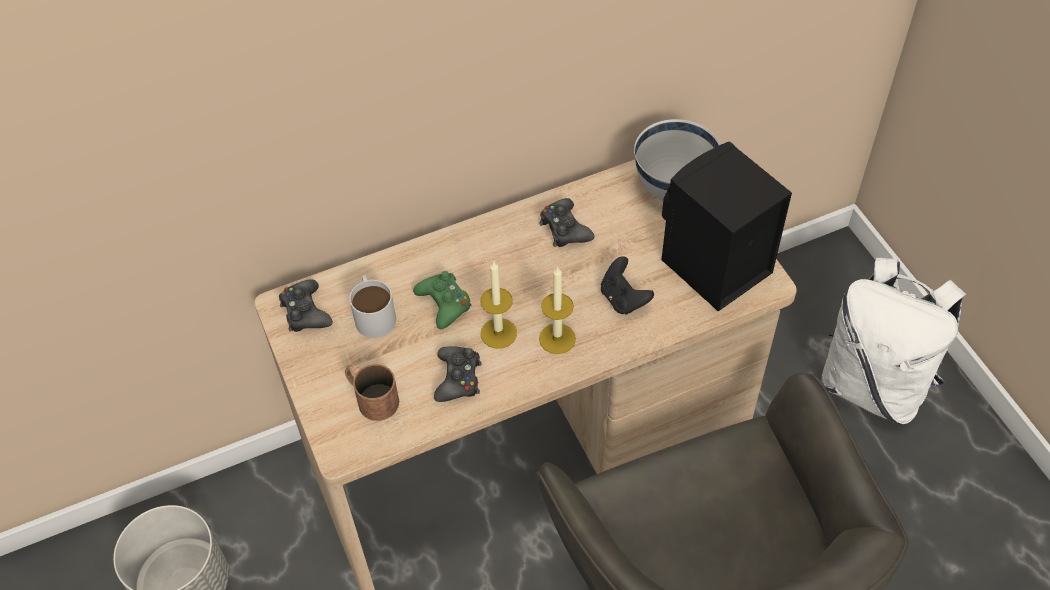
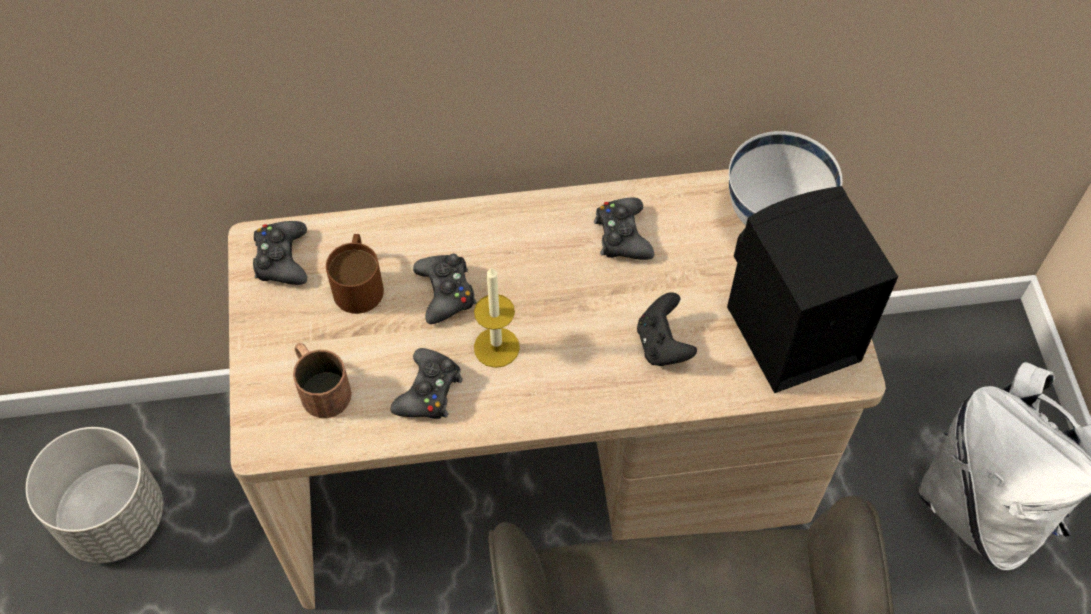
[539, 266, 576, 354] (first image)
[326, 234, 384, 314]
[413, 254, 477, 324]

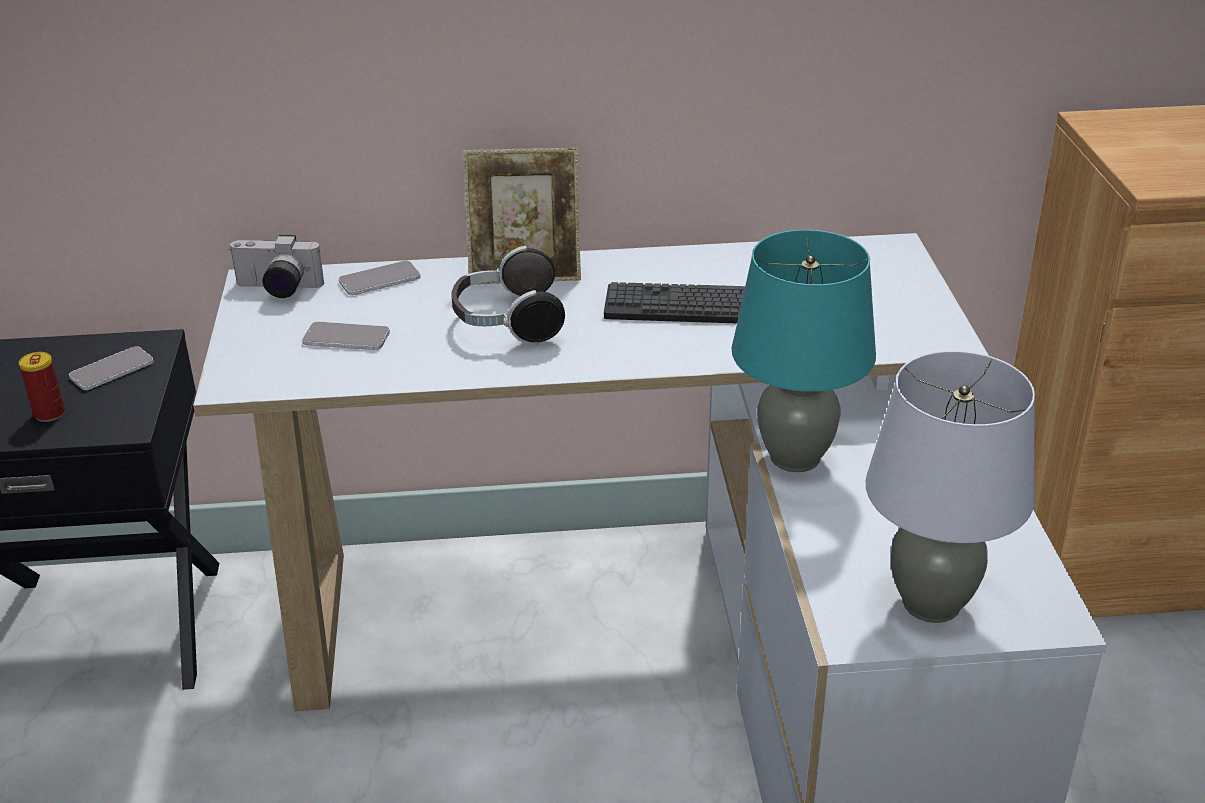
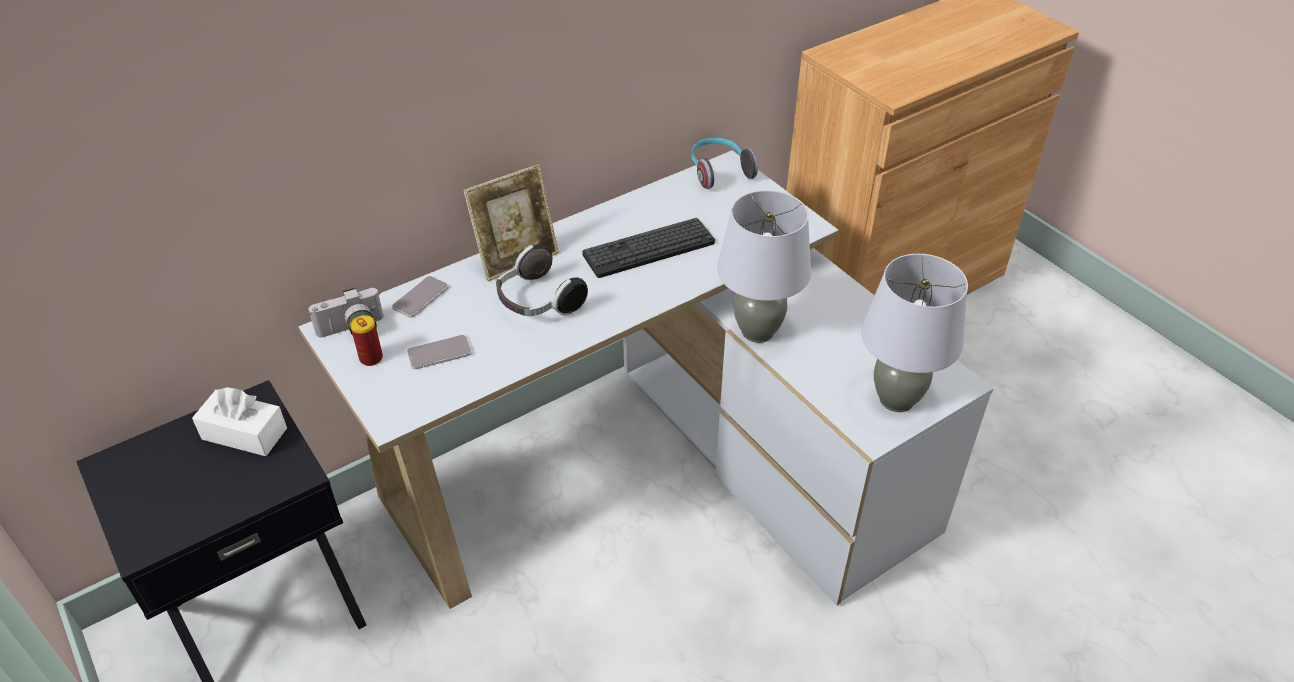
[692, 138, 758, 189]
[350, 315, 383, 366]
[192, 387, 287, 456]
[717, 190, 811, 343]

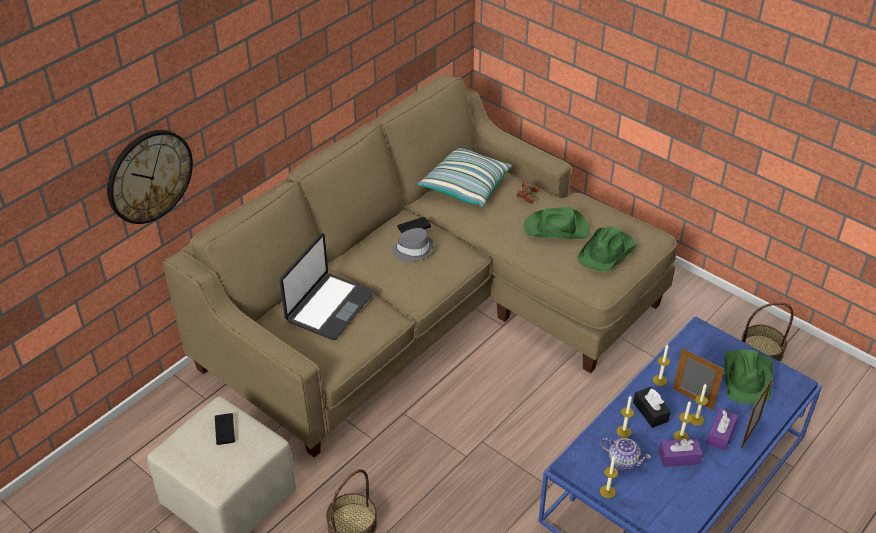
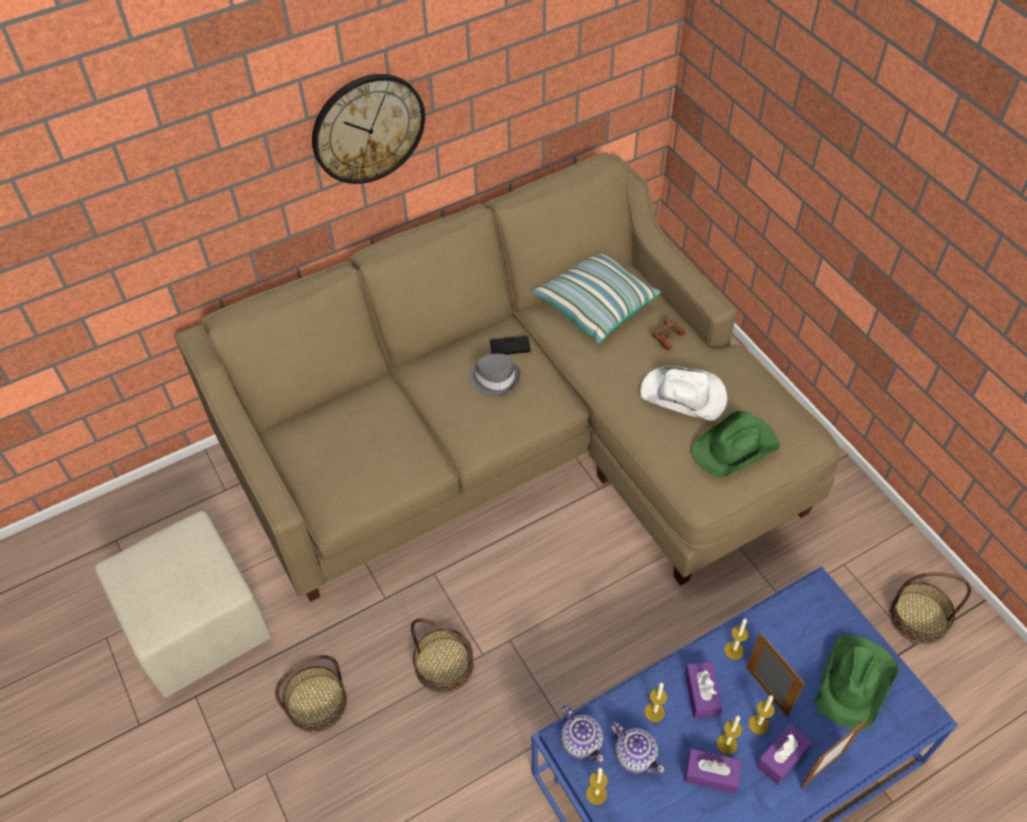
[215, 413, 235, 445] (first image)
[280, 233, 374, 340] (first image)
[411, 618, 474, 693]
[561, 705, 604, 762]
[312, 74, 425, 184]
[640, 366, 727, 421]
[685, 662, 723, 719]

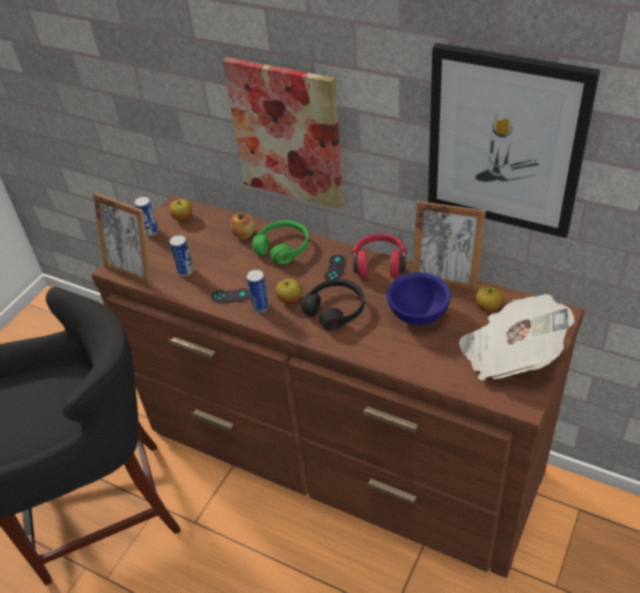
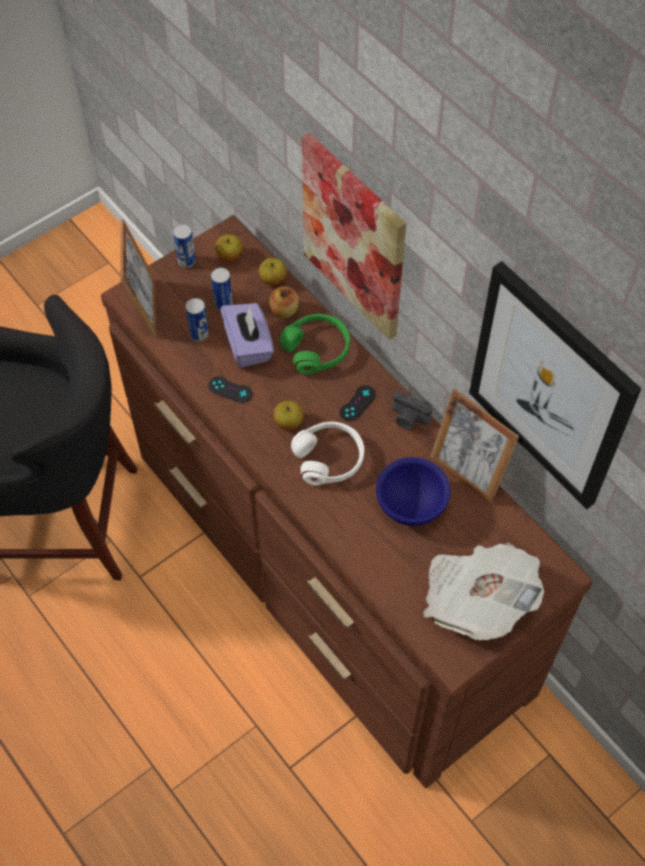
[221, 303, 274, 368]
[211, 268, 233, 311]
[259, 258, 287, 286]
[392, 391, 433, 430]
[291, 422, 364, 485]
[120, 219, 156, 338]

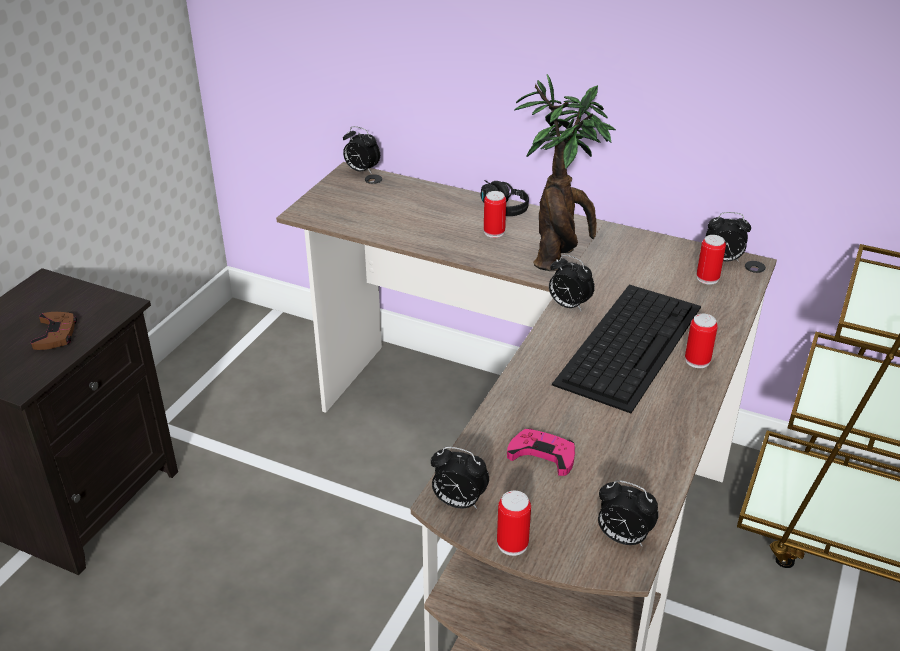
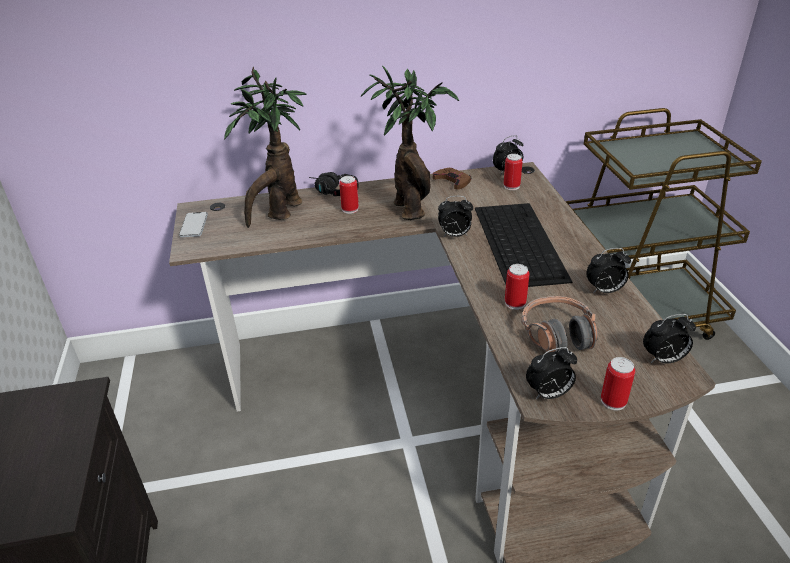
[179, 212, 208, 237]
[224, 67, 307, 228]
[433, 167, 472, 190]
[586, 248, 631, 293]
[505, 264, 530, 310]
[521, 296, 598, 352]

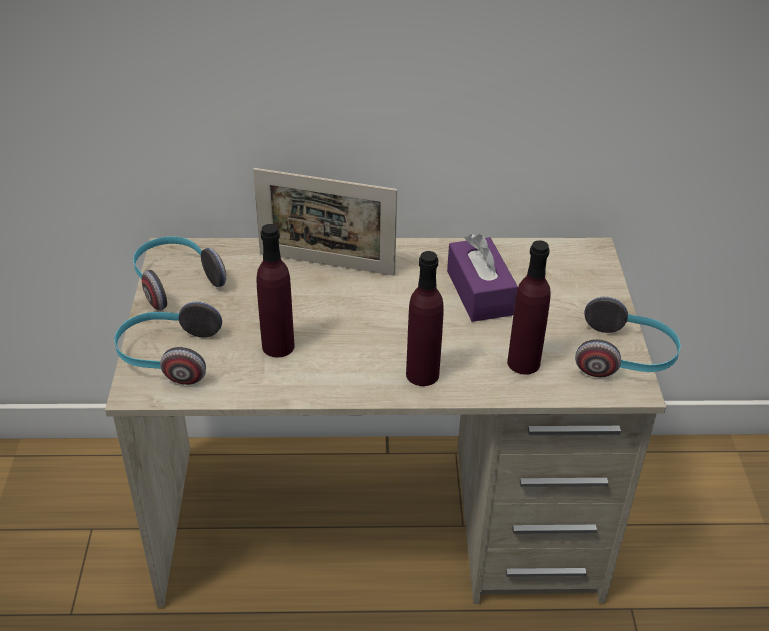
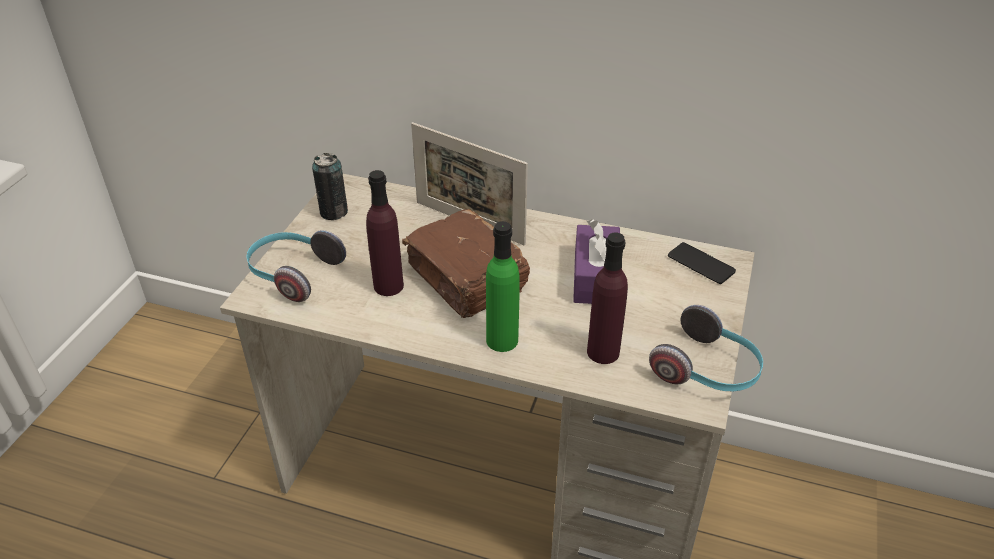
[402, 209, 530, 318]
[668, 242, 736, 284]
[312, 153, 348, 220]
[486, 221, 520, 352]

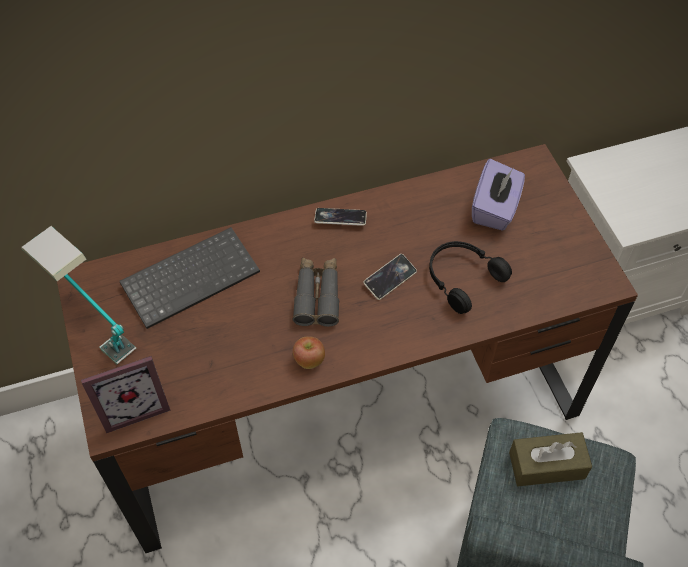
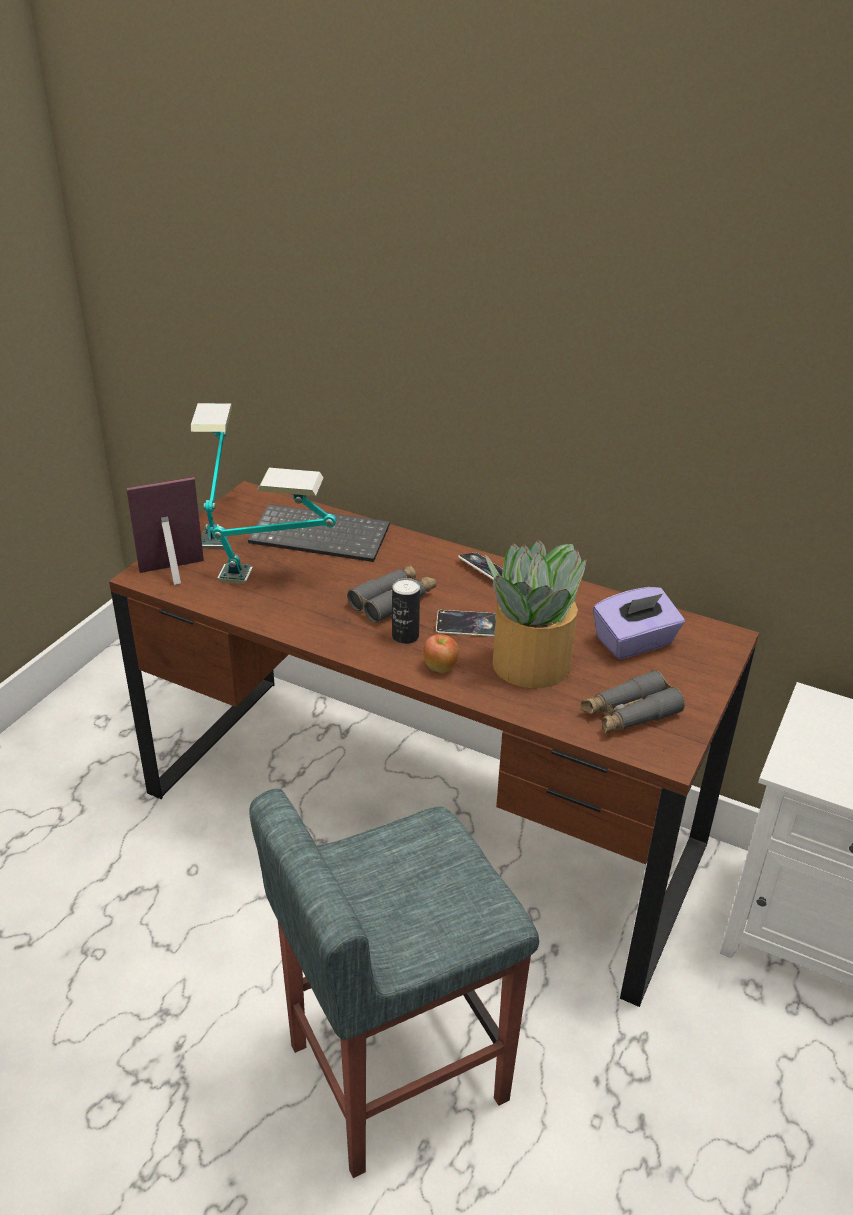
[509, 432, 592, 486] (first image)
[212, 468, 337, 584]
[392, 578, 420, 644]
[581, 670, 685, 734]
[423, 634, 459, 673]
[485, 540, 586, 688]
[126, 477, 204, 585]

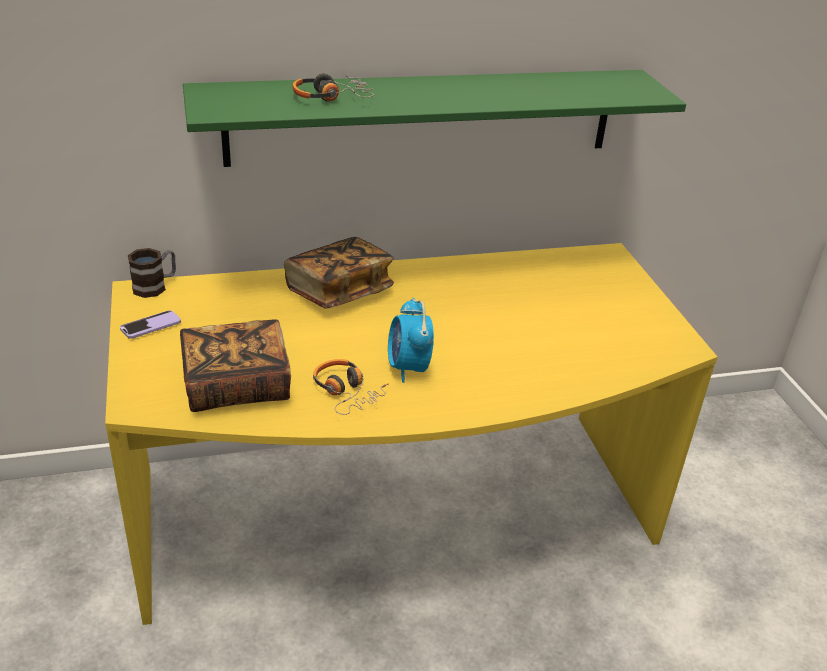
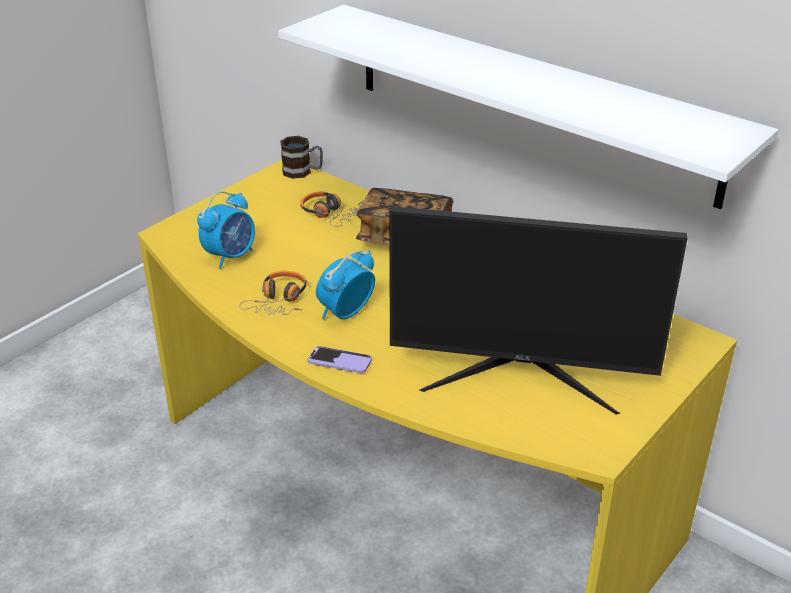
[389, 206, 688, 414]
[308, 346, 372, 373]
[300, 191, 363, 227]
[197, 191, 255, 269]
[278, 5, 778, 209]

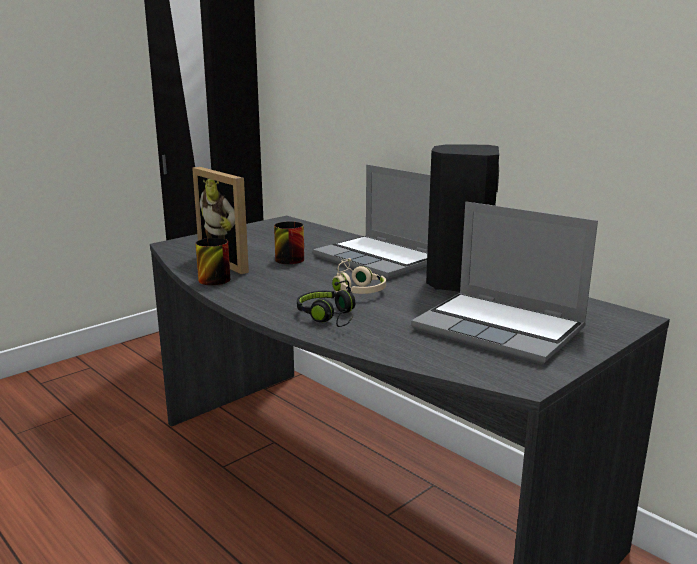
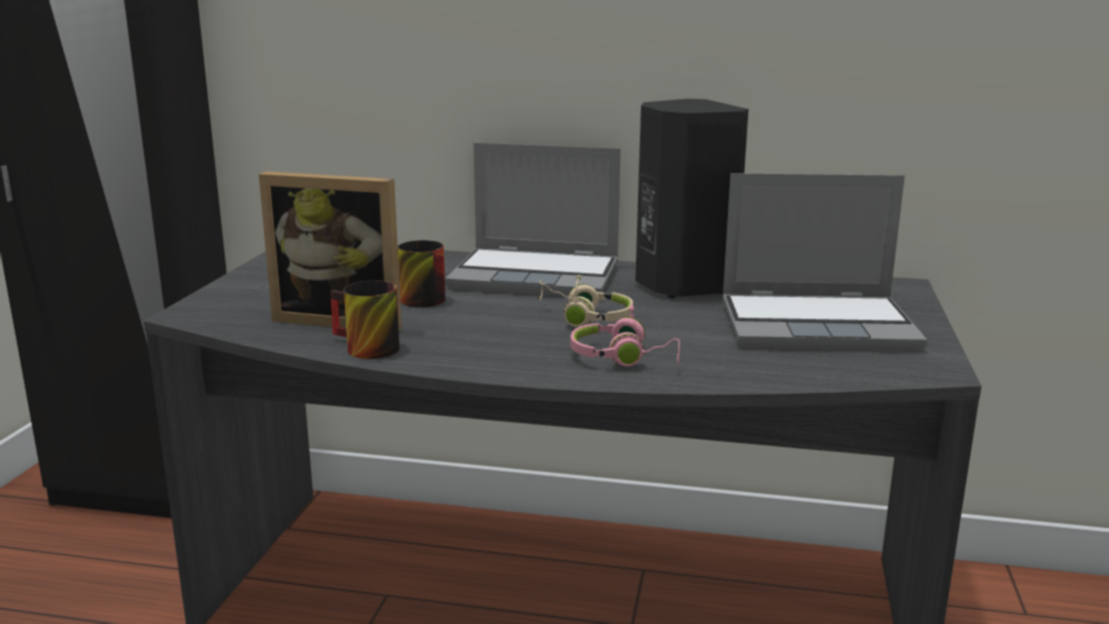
[571, 302, 680, 367]

